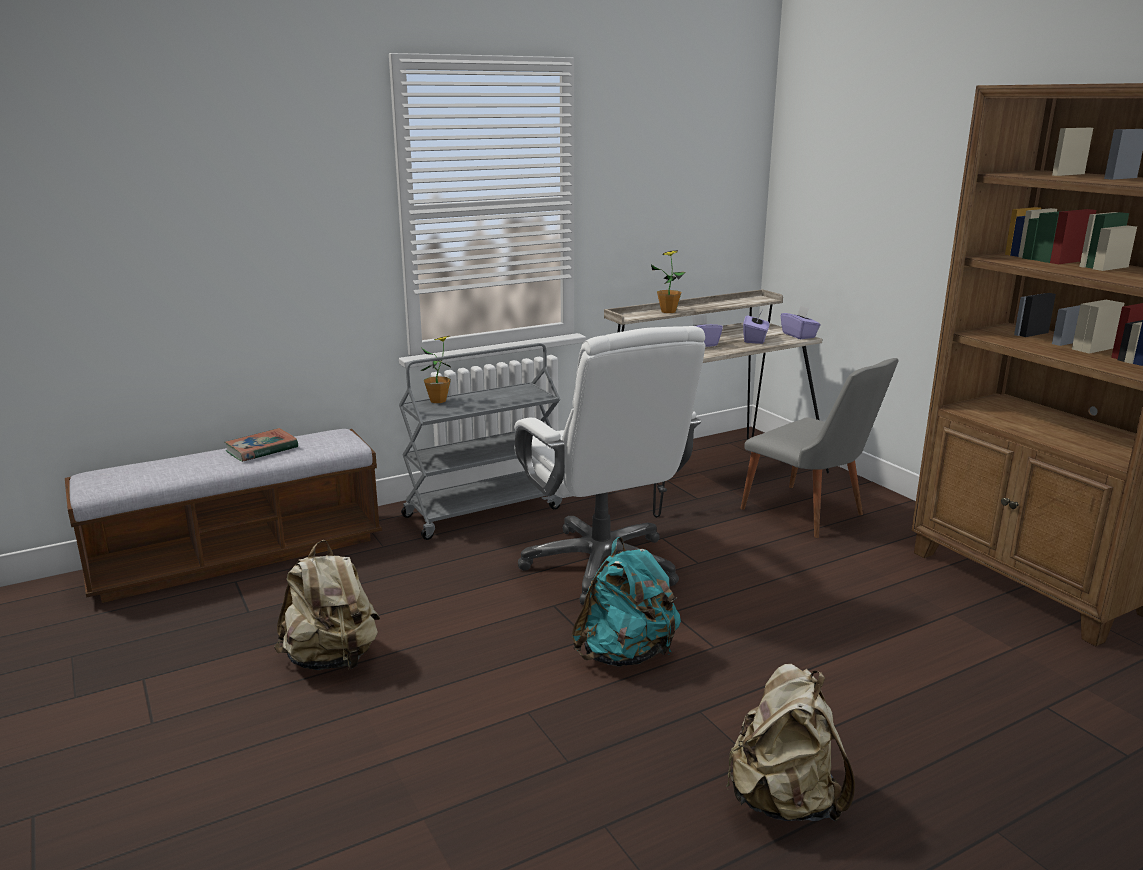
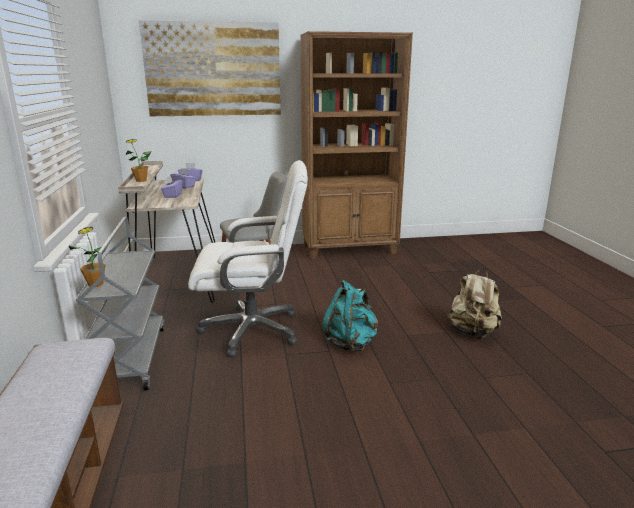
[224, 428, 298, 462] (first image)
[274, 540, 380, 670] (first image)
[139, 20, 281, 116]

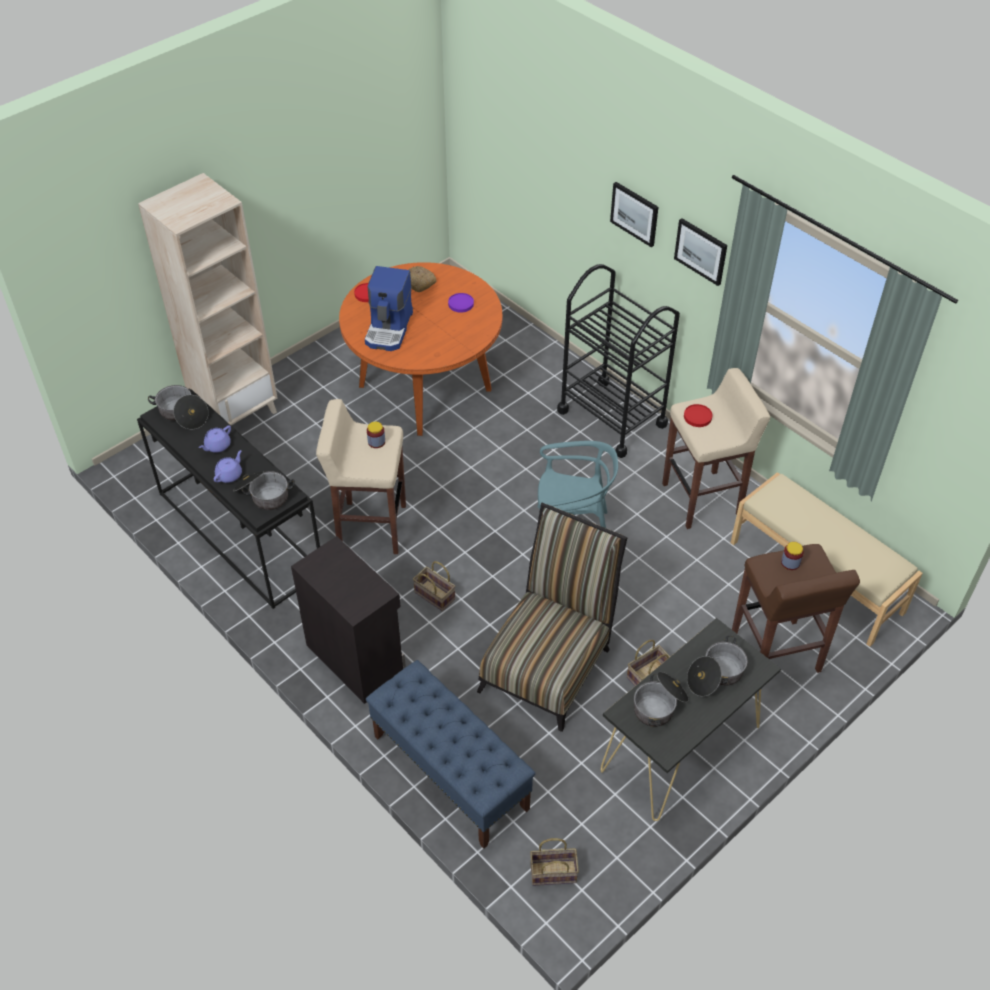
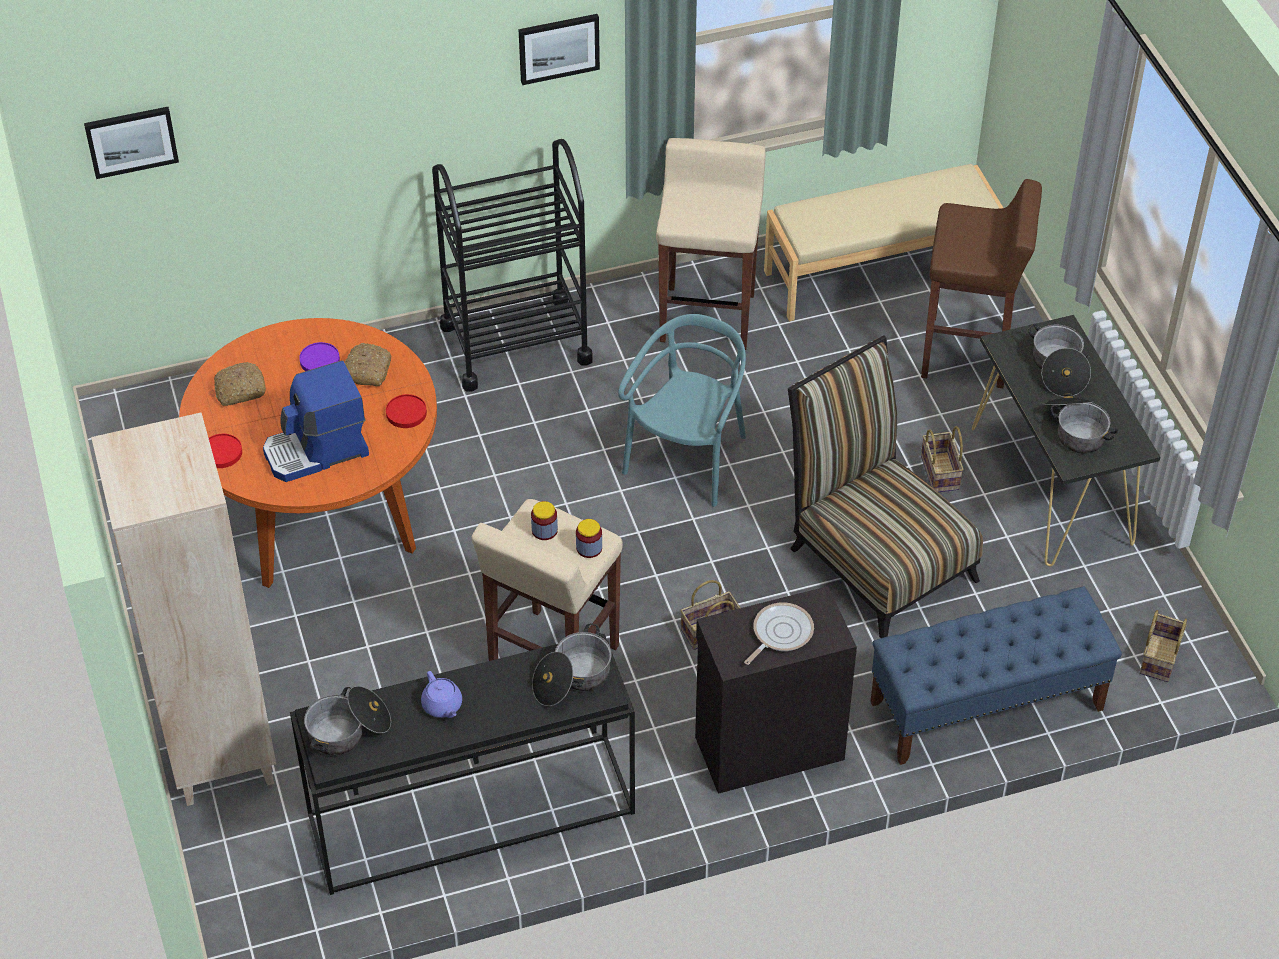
[214, 450, 242, 483] (first image)
[345, 343, 391, 386]
[744, 603, 814, 665]
[84, 107, 179, 179]
[386, 394, 427, 428]
[576, 519, 602, 558]
[263, 360, 369, 482]

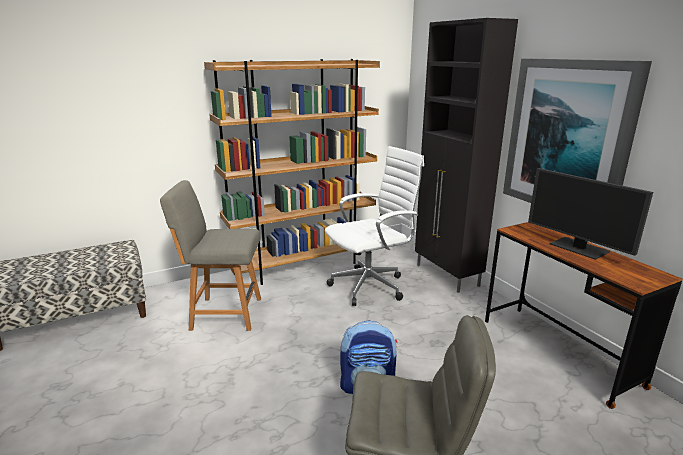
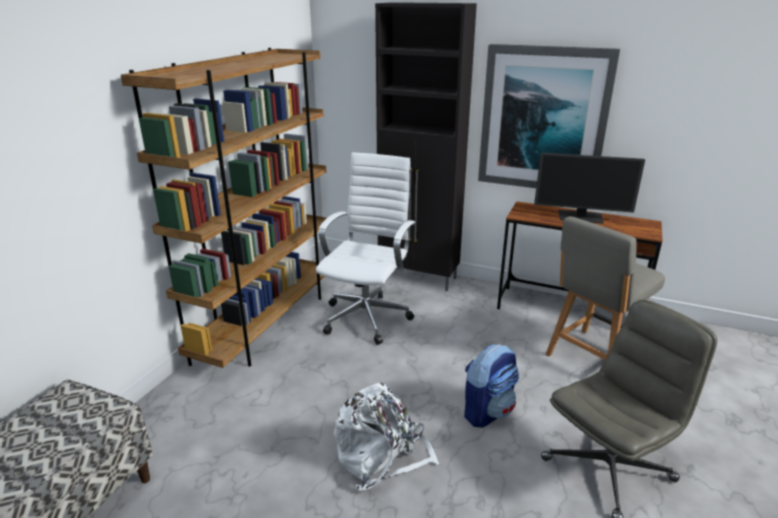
[334, 382, 439, 491]
[546, 216, 665, 360]

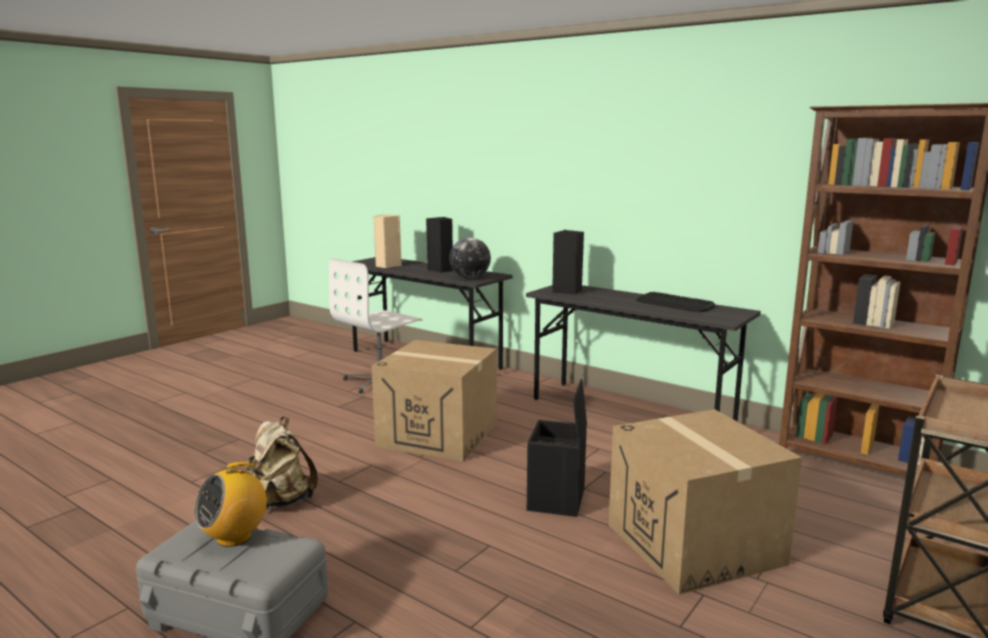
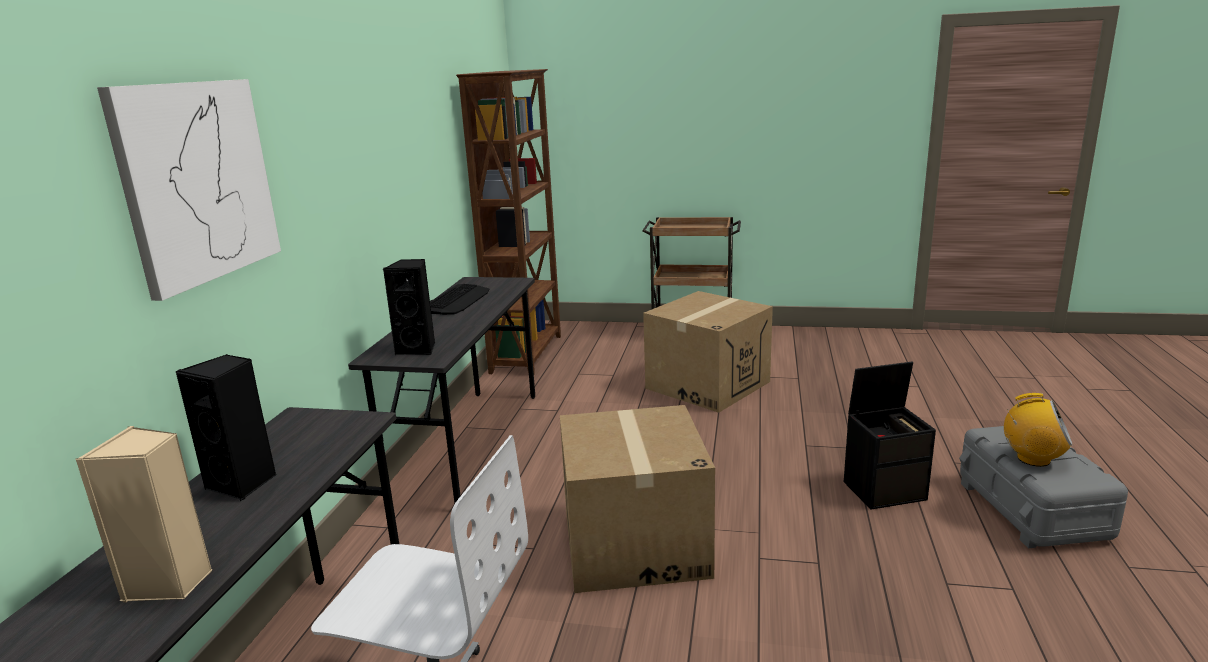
[246, 417, 318, 509] (first image)
[449, 237, 491, 279] (first image)
[97, 79, 281, 301]
[844, 362, 936, 510]

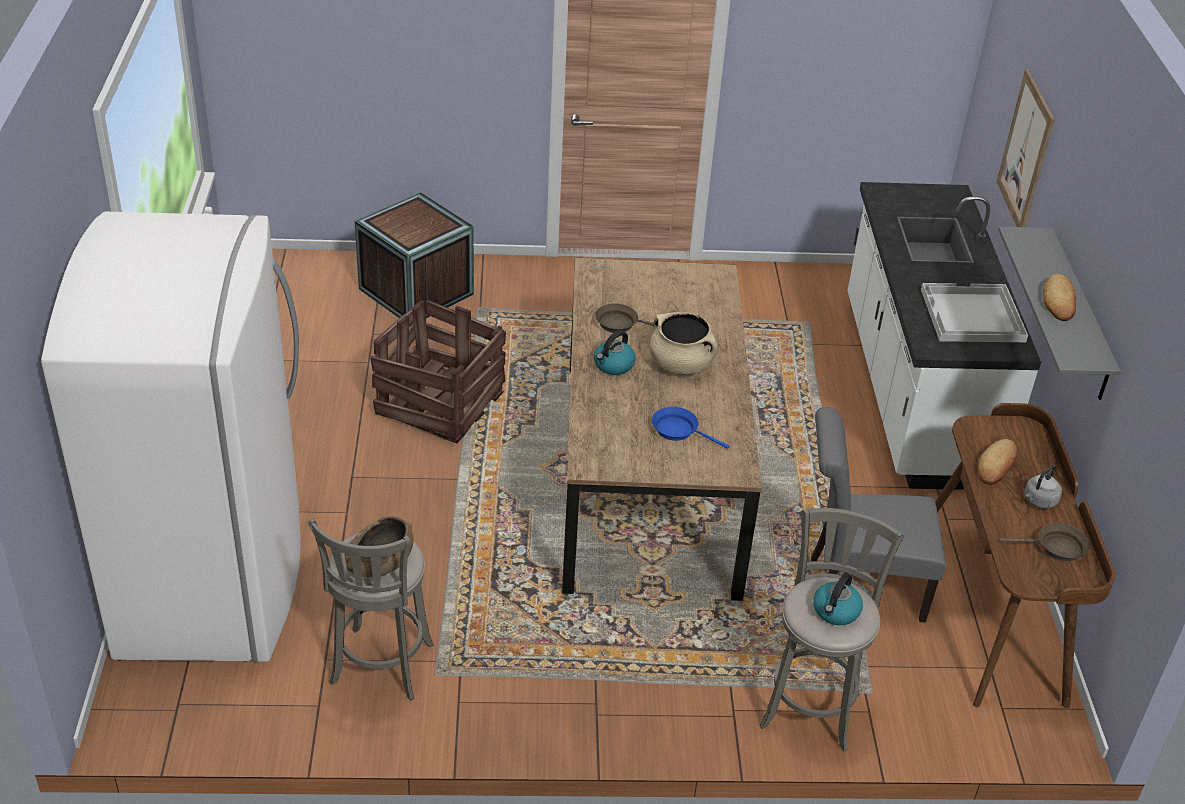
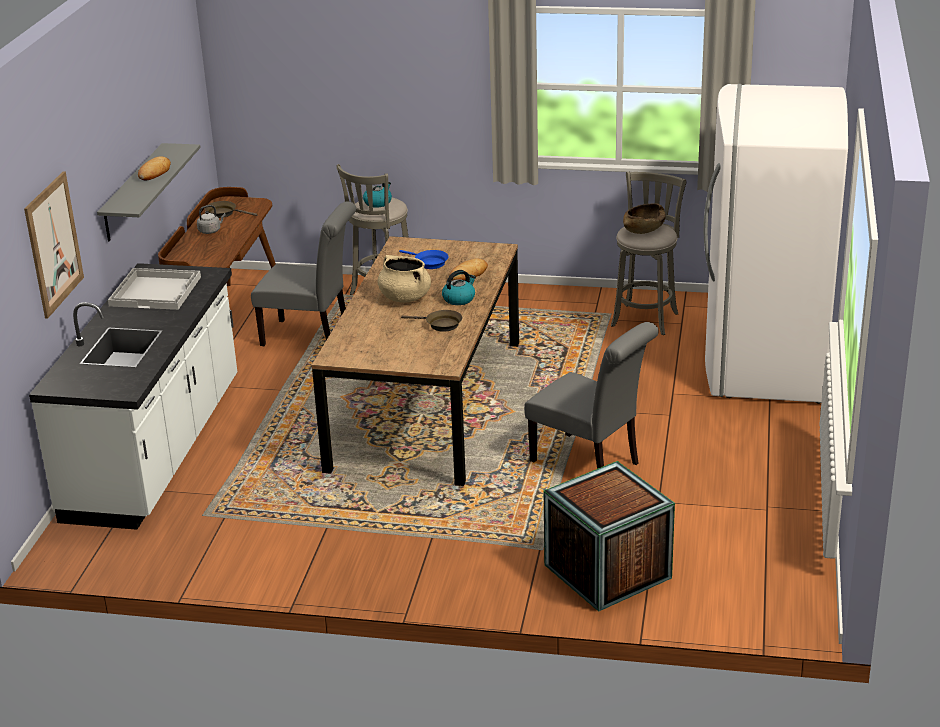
[449, 259, 488, 280]
[524, 322, 659, 469]

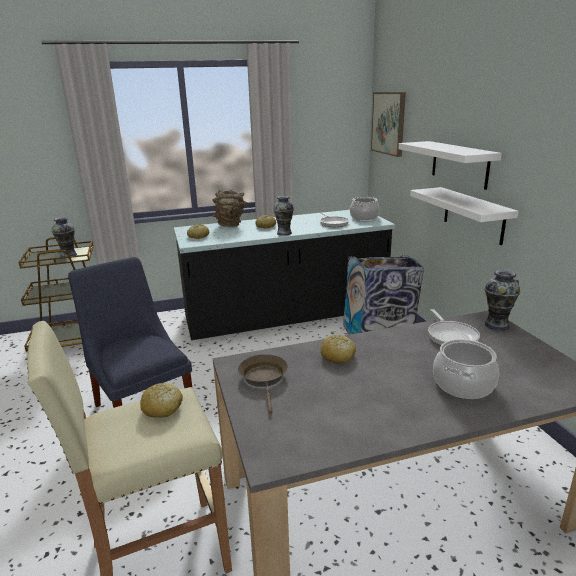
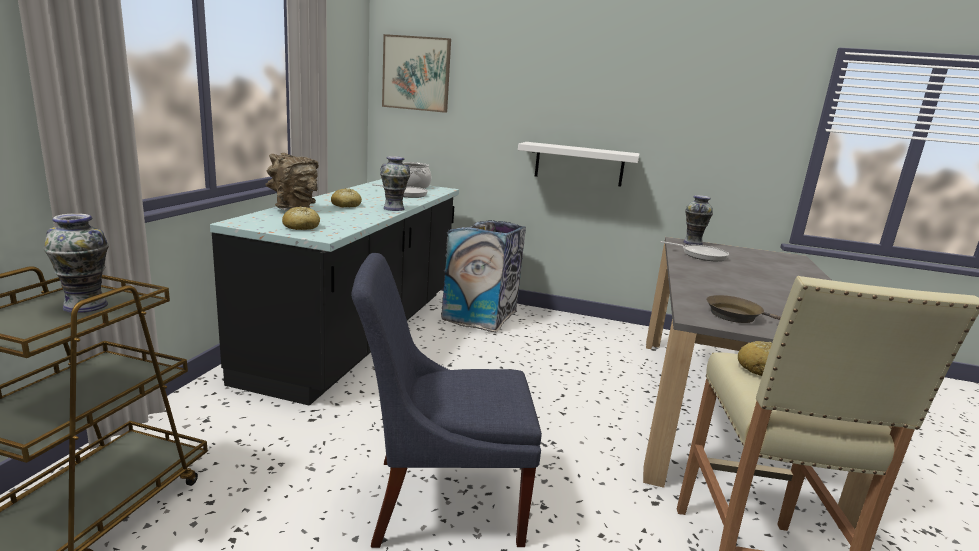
[320, 335, 356, 363] (first image)
[399, 141, 502, 190] (first image)
[433, 339, 499, 399] (first image)

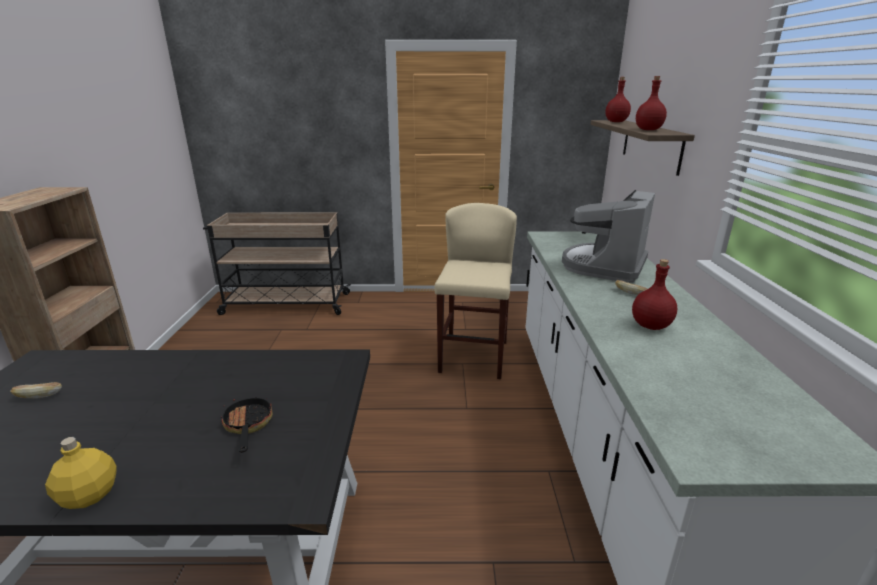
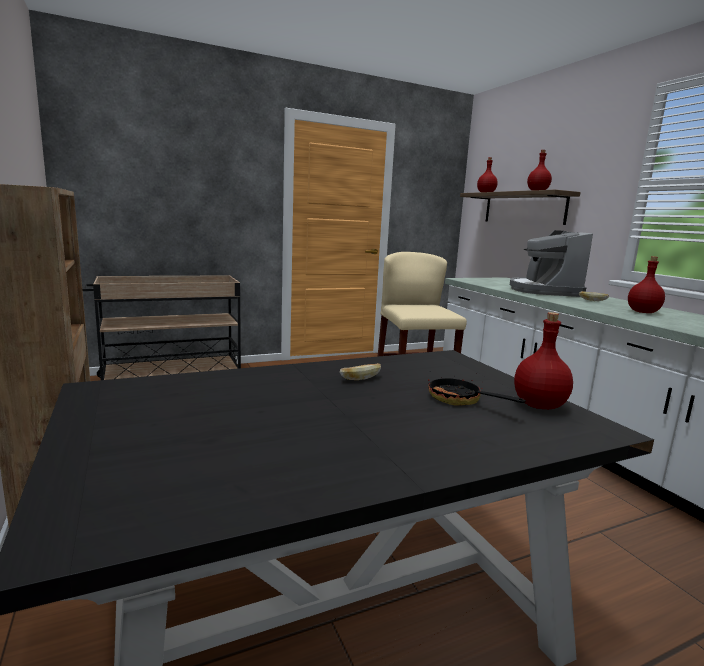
[45, 437, 117, 509] (first image)
[514, 312, 573, 409]
[340, 363, 381, 380]

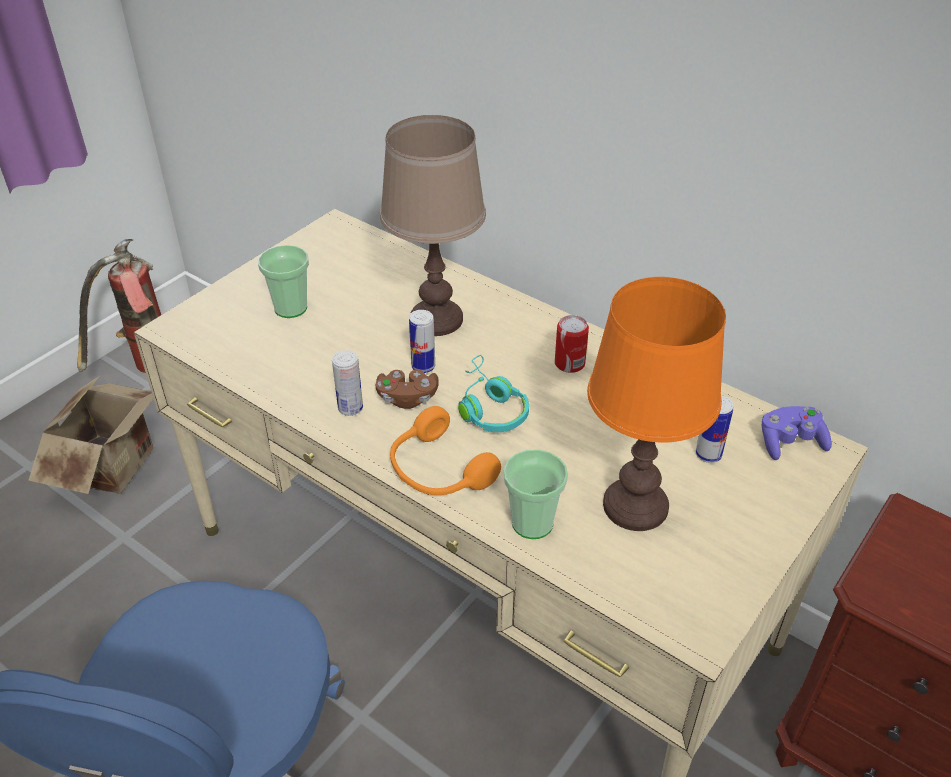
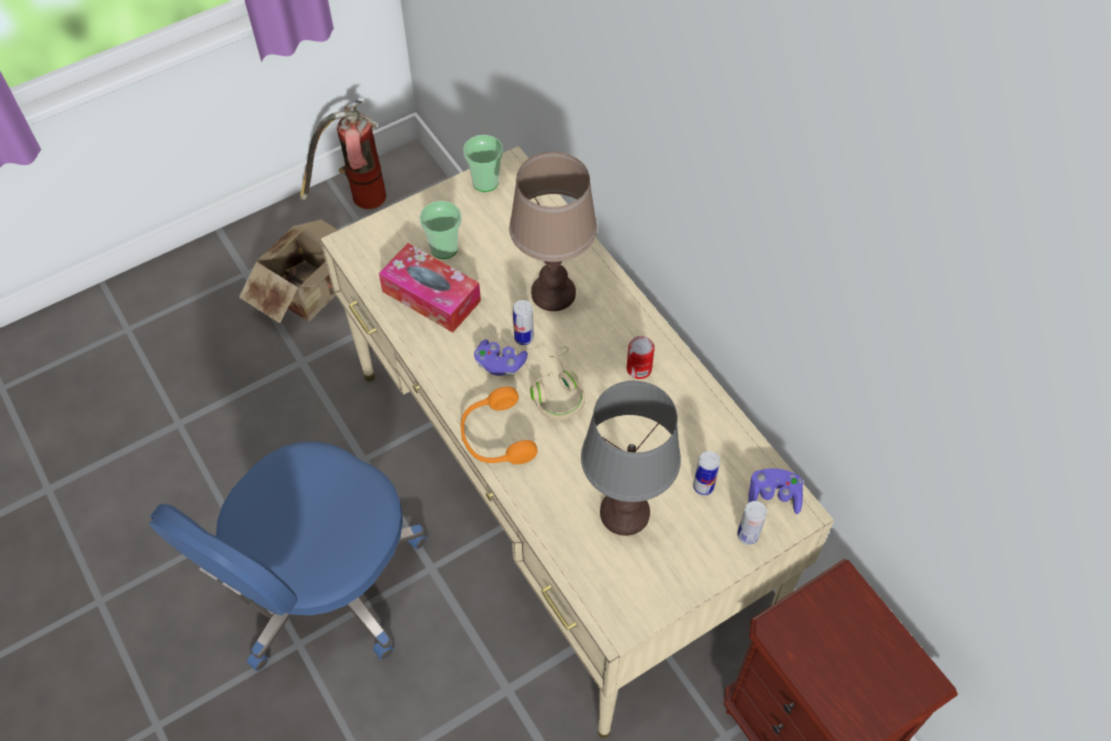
[379, 243, 481, 333]
[737, 501, 767, 545]
[463, 135, 503, 192]
[474, 339, 528, 376]
[530, 346, 585, 420]
[581, 381, 681, 536]

